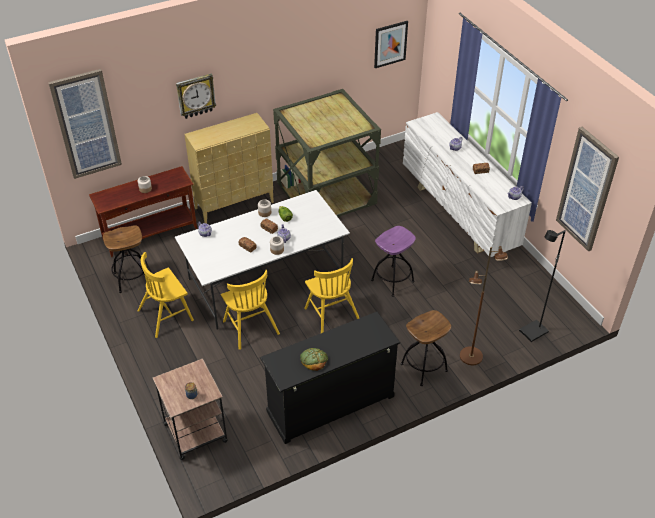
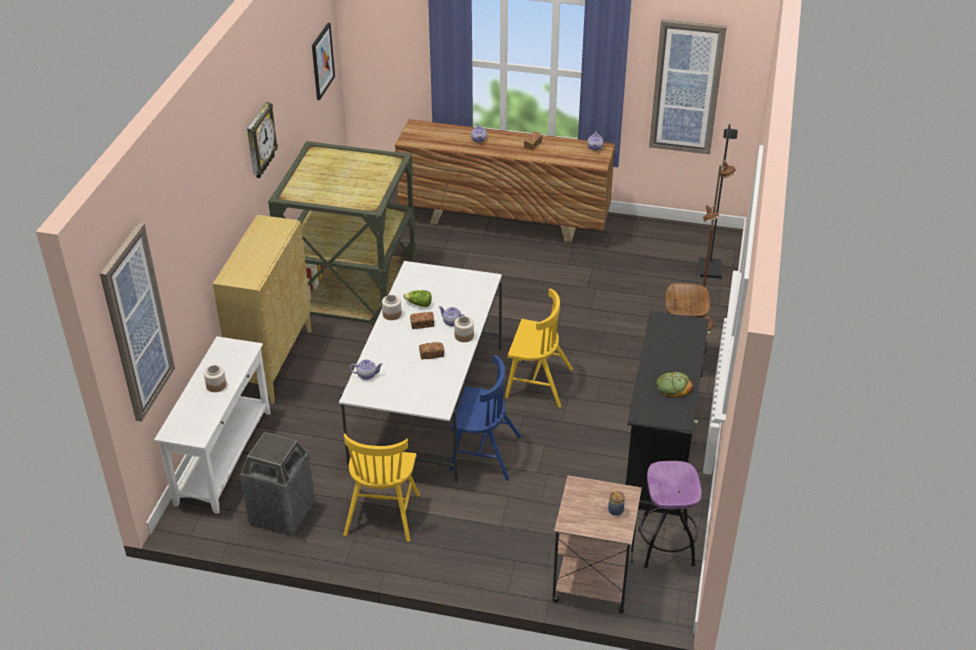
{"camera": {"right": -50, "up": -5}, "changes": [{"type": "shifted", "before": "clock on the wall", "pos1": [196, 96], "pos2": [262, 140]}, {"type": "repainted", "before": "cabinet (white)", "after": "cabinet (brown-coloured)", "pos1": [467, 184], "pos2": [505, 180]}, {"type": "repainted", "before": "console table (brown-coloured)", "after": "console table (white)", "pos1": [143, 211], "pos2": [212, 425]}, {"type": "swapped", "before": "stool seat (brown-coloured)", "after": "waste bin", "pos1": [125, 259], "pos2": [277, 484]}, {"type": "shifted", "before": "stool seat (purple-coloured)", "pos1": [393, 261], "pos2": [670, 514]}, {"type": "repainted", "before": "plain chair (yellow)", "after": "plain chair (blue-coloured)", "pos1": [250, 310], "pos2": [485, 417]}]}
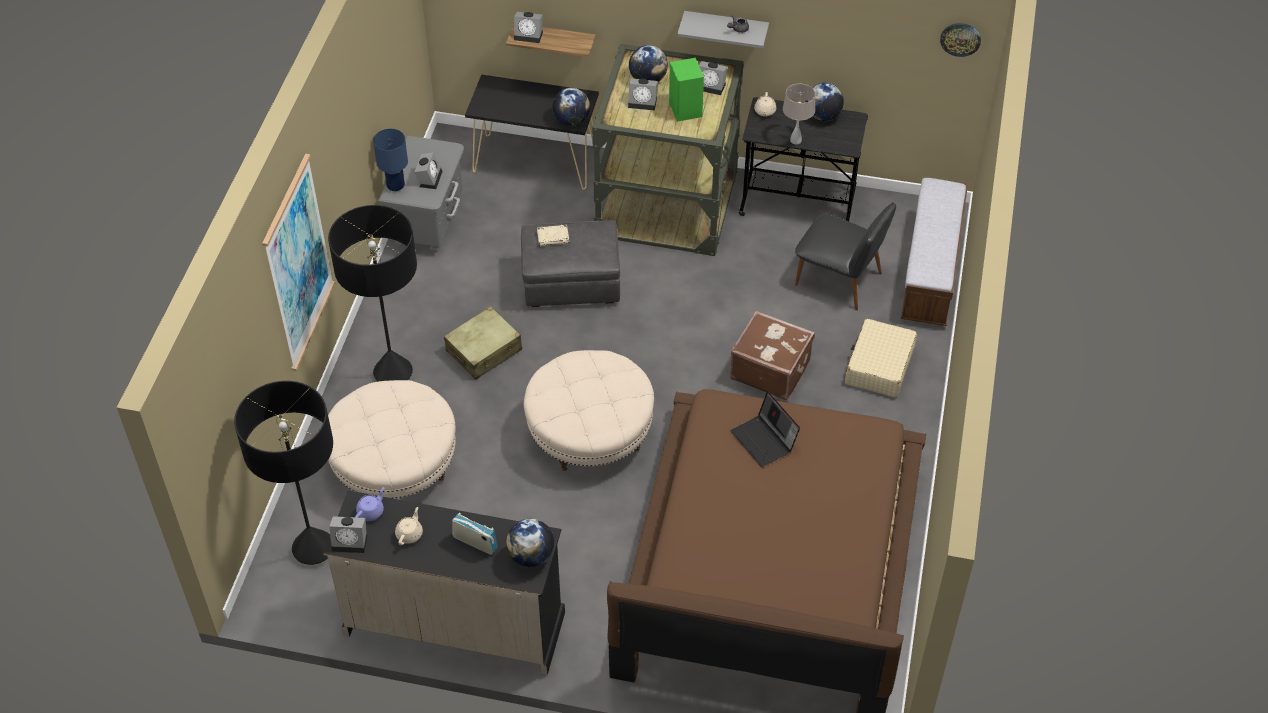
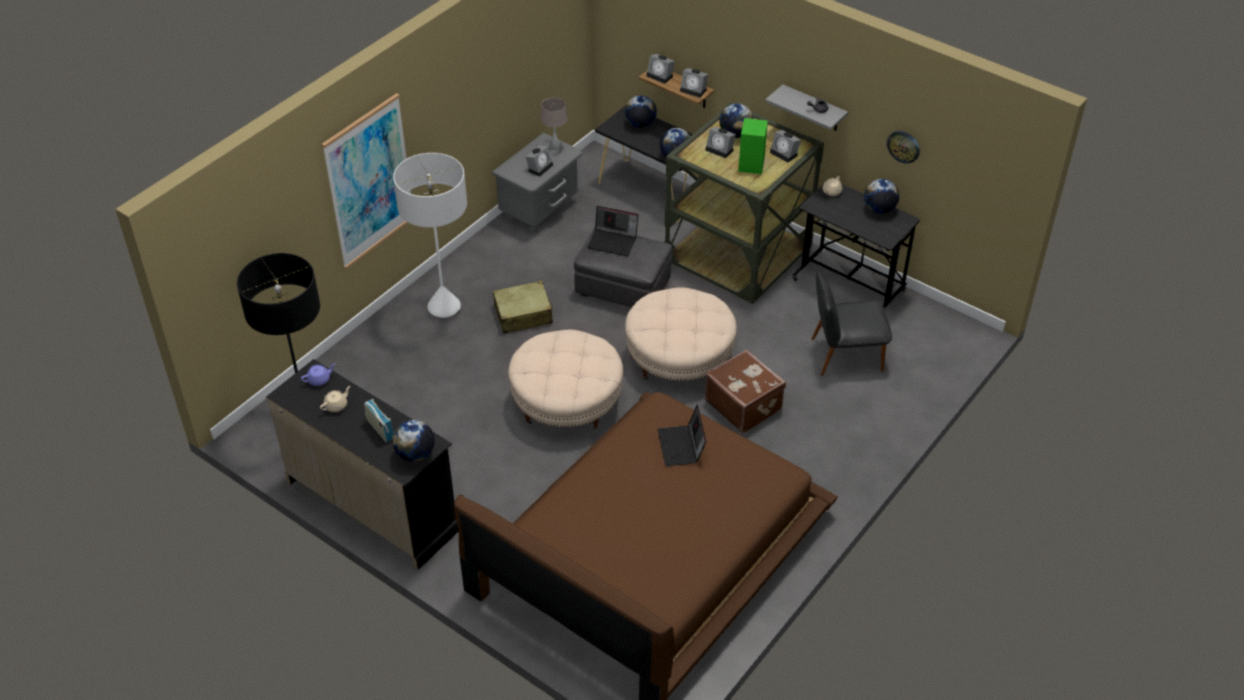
{"camera": {"right": 25, "up": -5}, "changes": [{"type": "shifted", "before": "clock on the wall", "pos1": [960, 40], "pos2": [903, 147]}, {"type": "shifted", "before": "lamp for a table (sand-coloured)", "pos1": [799, 114], "pos2": [554, 123]}, {"type": "gone", "before": "lamp for a table (blue-coloured)", "pos1": [390, 160]}, {"type": "gone", "before": "indoor bench", "pos1": [934, 251]}, {"type": "rotated", "before": "plain chair (black)", "pos1": [845, 256], "pos2": [852, 323], "turn": 120}, {"type": "repainted", "before": "standard lamp (black)", "after": "standard lamp (white)", "pos1": [372, 293], "pos2": [430, 235]}, {"type": "swapped", "before": "bound book (sand-coloured)", "after": "laptop", "pos1": [553, 235], "pos2": [612, 231]}, {"type": "gone", "before": "travel case (sand-coloured)", "pos1": [881, 358]}, {"type": "shifted", "before": "ottoman (sand-coloured)", "pos1": [392, 439], "pos2": [681, 333]}, {"type": "shifted", "before": "alarm clock", "pos1": [348, 534], "pos2": [694, 83]}, {"type": "new", "after": "globe", "pos2": [641, 112]}]}
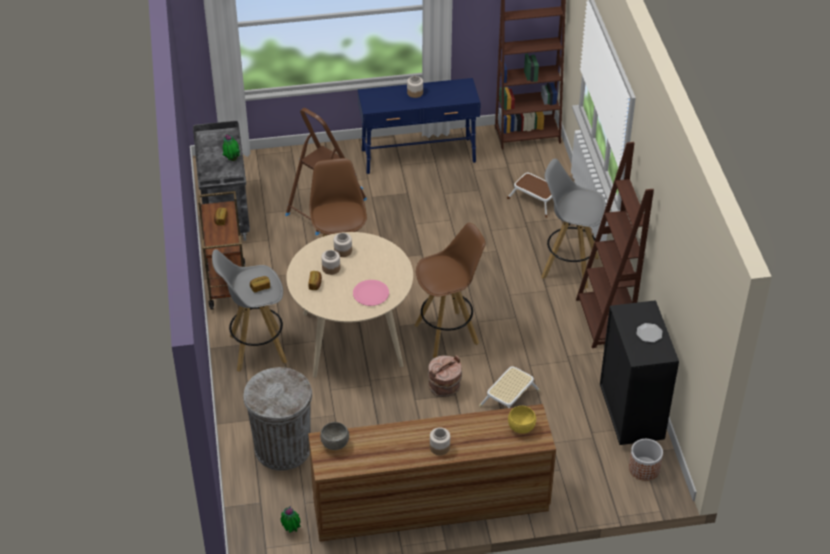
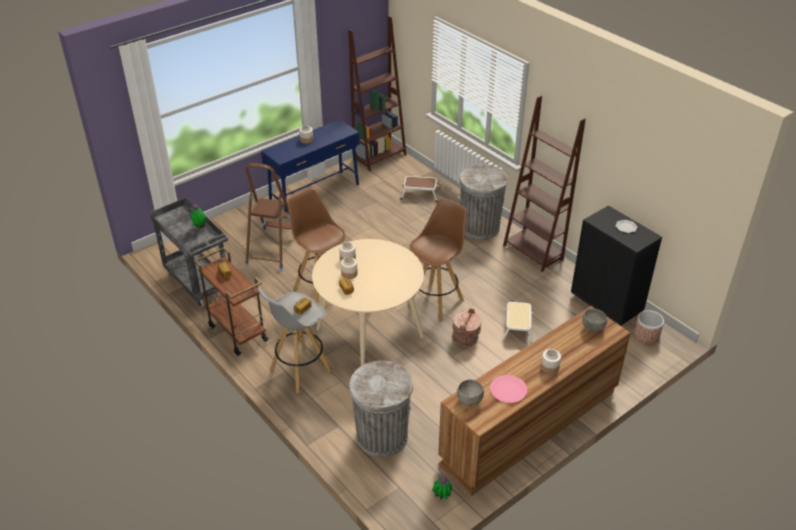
{"camera": {"right": -30, "up": -5}, "changes": [{"type": "swapped", "before": "stool seat (gray)", "after": "waste bin (gray)", "pos1": [573, 224], "pos2": [483, 201]}, {"type": "shifted", "before": "dinner plate (pink-coloured)", "pos1": [371, 293], "pos2": [508, 389]}, {"type": "repainted", "before": "serving bowl (yellow)", "after": "serving bowl (gray)", "pos1": [522, 420], "pos2": [594, 320]}]}
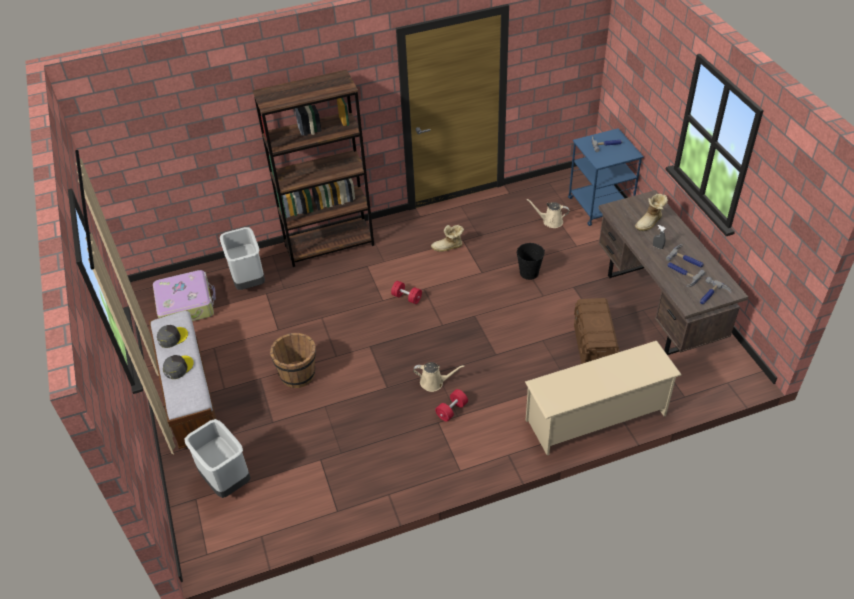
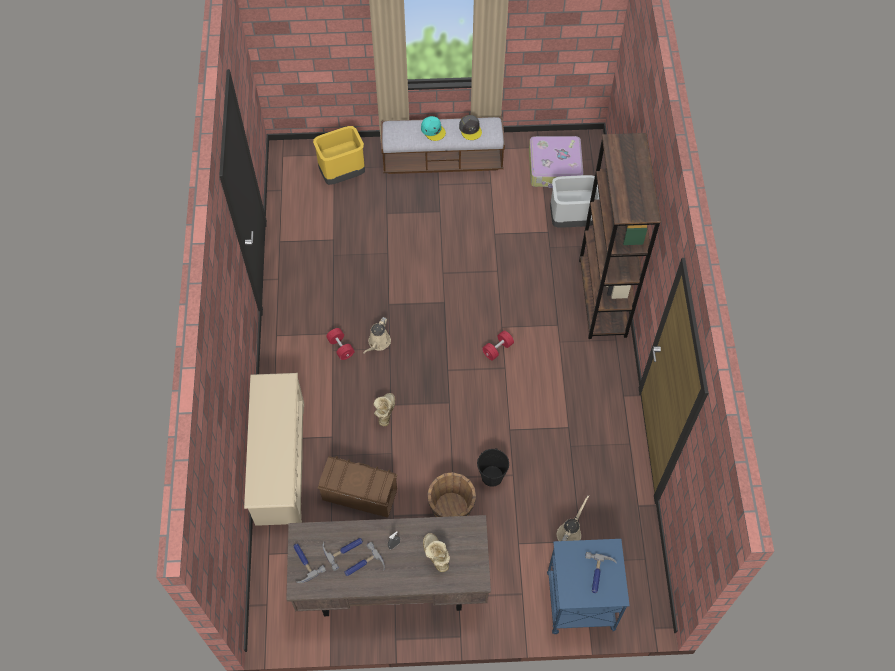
{"camera": {"right": 105, "up": 15}, "changes": [{"type": "shifted", "before": "high-top boot", "pos1": [447, 238], "pos2": [384, 409]}, {"type": "shifted", "before": "bucket (brown-coloured)", "pos1": [293, 360], "pos2": [452, 494]}, {"type": "repainted", "before": "baseball cap (gray)", "after": "baseball cap (blue-green)", "pos1": [178, 367], "pos2": [433, 128]}, {"type": "repainted", "before": "waste bin (gray)", "after": "waste bin (yellow)", "pos1": [218, 458], "pos2": [339, 155]}]}
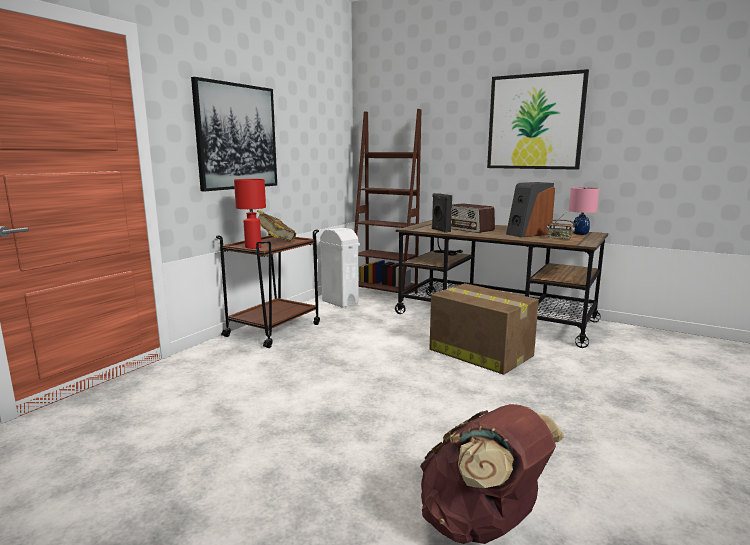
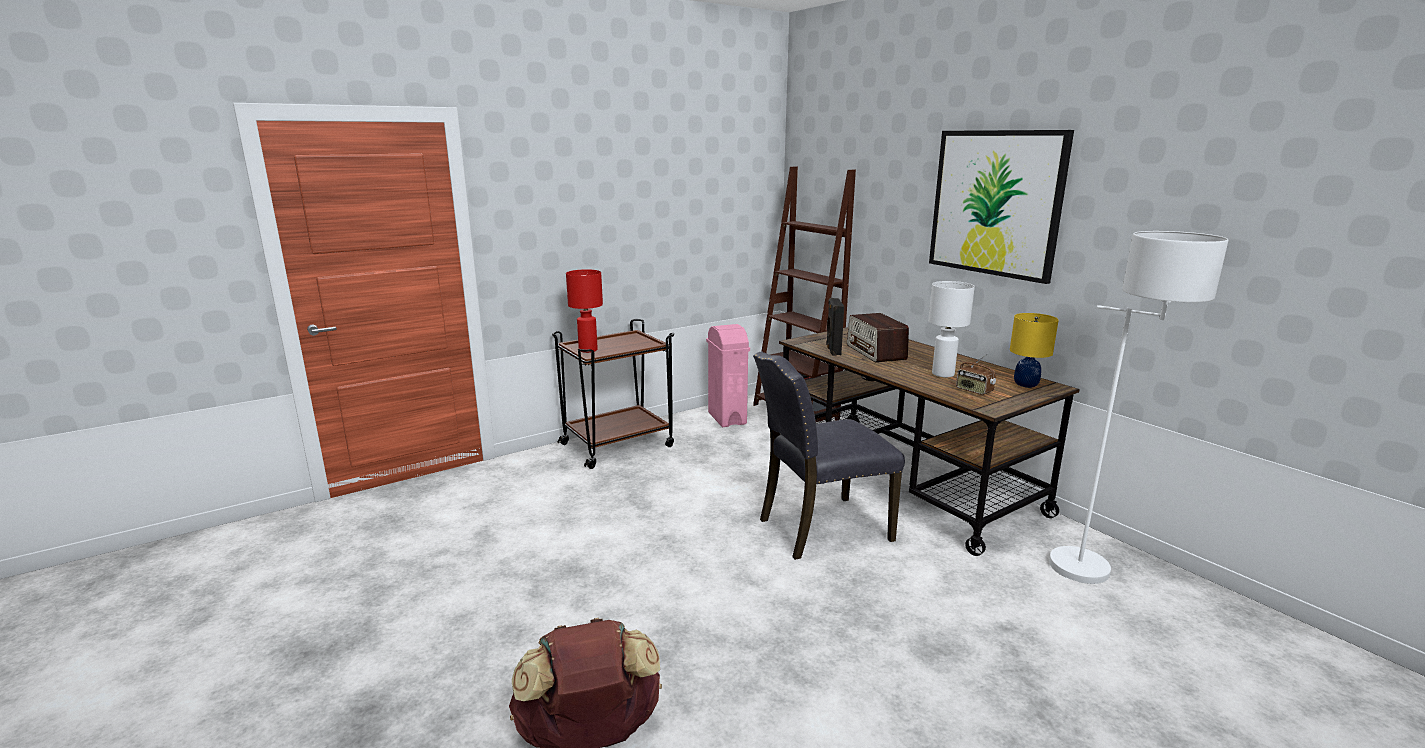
{"camera": {"right": 25, "up": 5}, "changes": [{"type": "gone", "before": "wall picture", "pos1": [234, 134]}, {"type": "swapped", "before": "speaker", "after": "lamp for a table (white)", "pos1": [530, 210], "pos2": [951, 329]}, {"type": "repainted", "before": "lamp for a table (pink-coloured)", "after": "lamp for a table (yellow)", "pos1": [584, 211], "pos2": [1034, 350]}, {"type": "gone", "before": "bound book", "pos1": [276, 226]}, {"type": "repainted", "before": "waste bin (white)", "after": "waste bin (pink-coloured)", "pos1": [339, 268], "pos2": [728, 375]}, {"type": "swapped", "before": "carton", "after": "plain chair (gray)", "pos1": [484, 329], "pos2": [829, 455]}, {"type": "new", "after": "standard lamp (white)", "pos2": [1138, 407]}]}
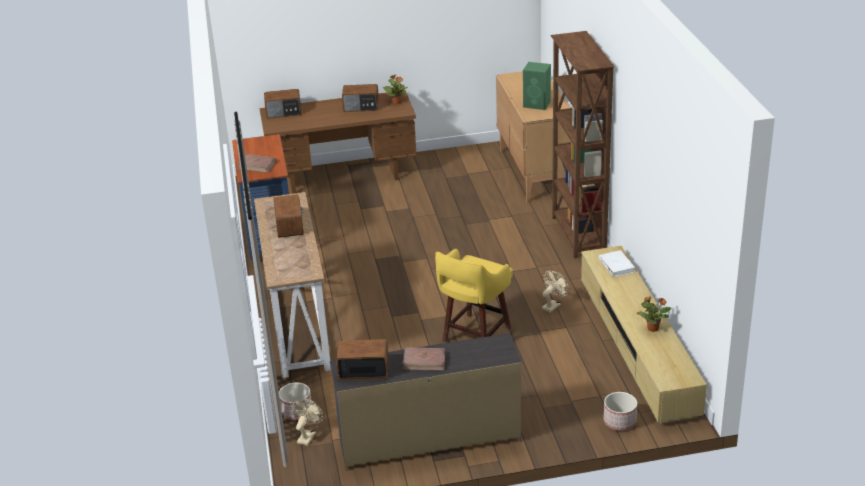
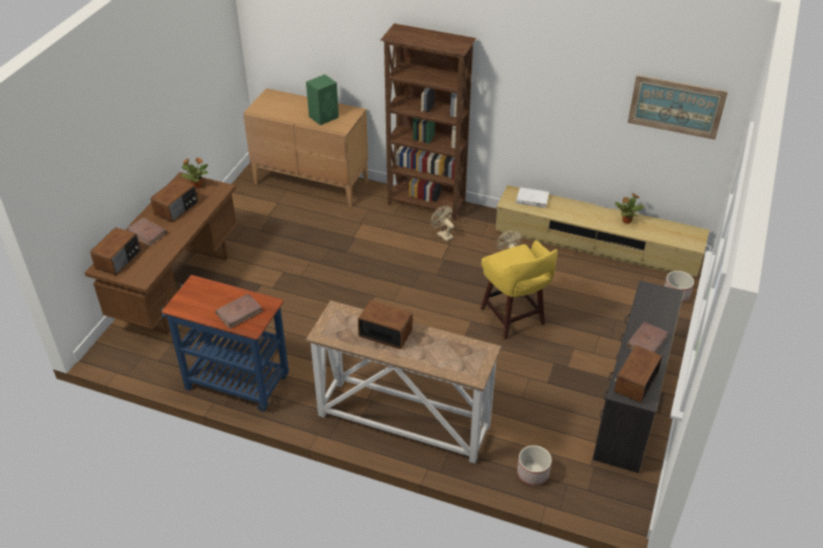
{"camera": {"right": -60, "up": 10}, "changes": [{"type": "shifted", "before": "electric fan (sand-coloured)", "pos1": [307, 422], "pos2": [442, 224]}, {"type": "new", "after": "wall picture", "pos2": [678, 107]}, {"type": "new", "after": "bound book (brown-coloured)", "pos2": [146, 232]}]}
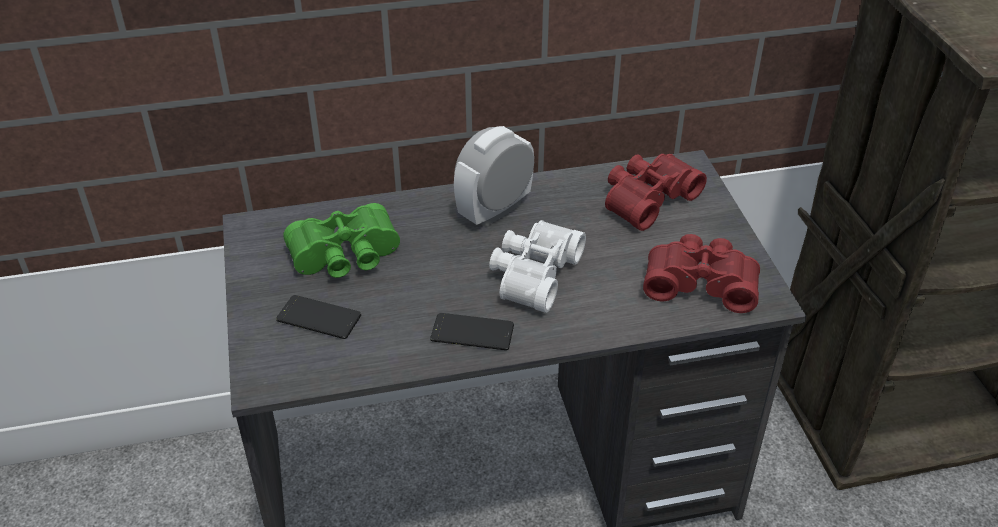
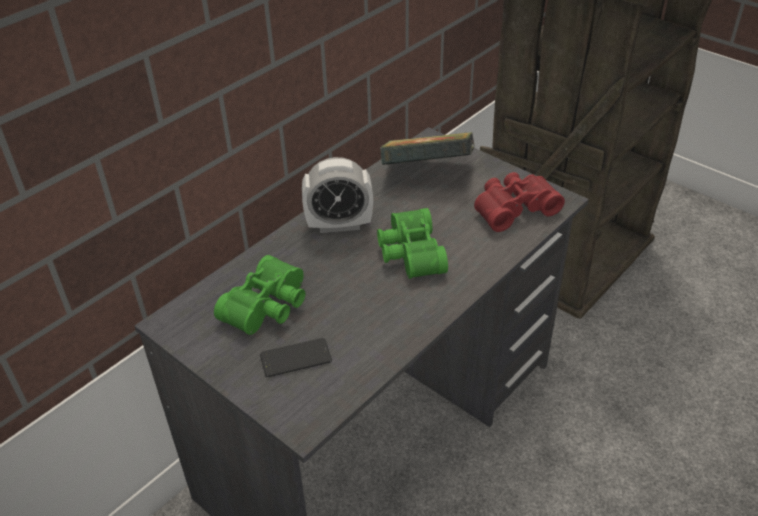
{"camera": {"right": -35, "up": 0}, "changes": [{"type": "rotated", "before": "alarm clock", "pos1": [494, 176], "pos2": [337, 195], "turn": -105}, {"type": "swapped", "before": "pair of binoculars (reddish)", "after": "bound book", "pos1": [656, 192], "pos2": [427, 148]}, {"type": "repainted", "before": "pair of binoculars (white)", "after": "pair of binoculars (green-coloured)", "pos1": [537, 266], "pos2": [412, 243]}, {"type": "gone", "before": "telephone", "pos1": [472, 331]}]}
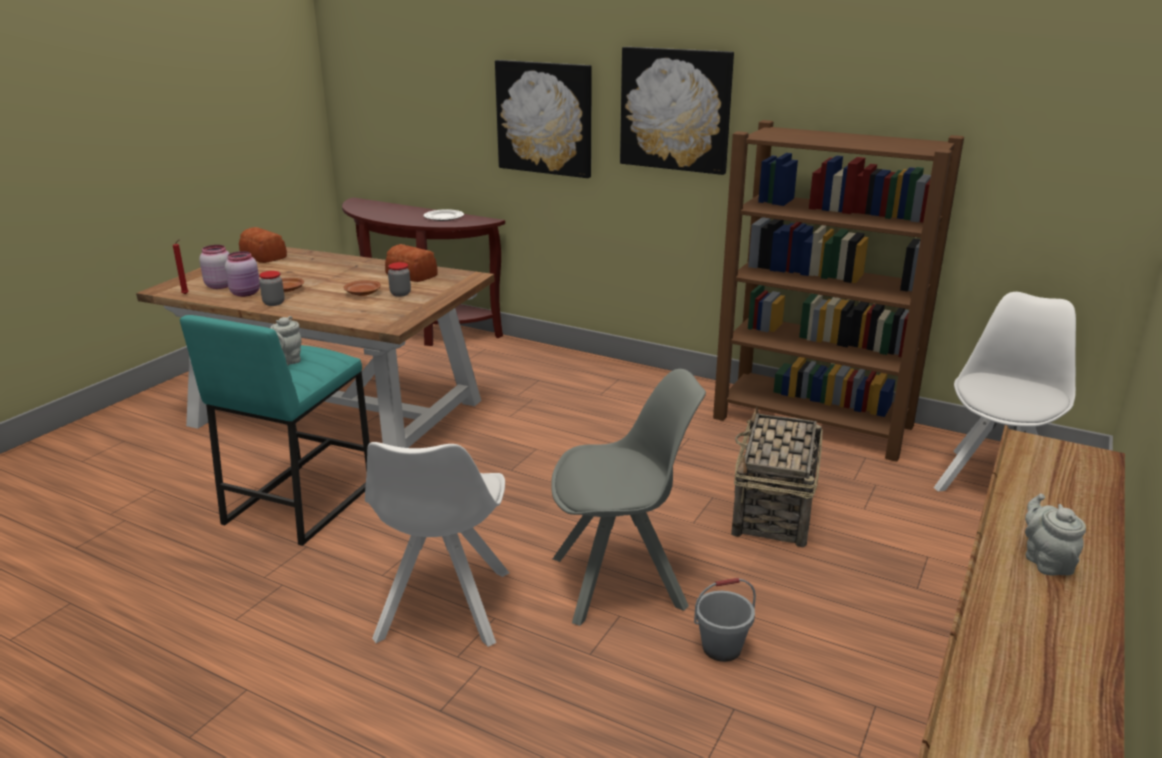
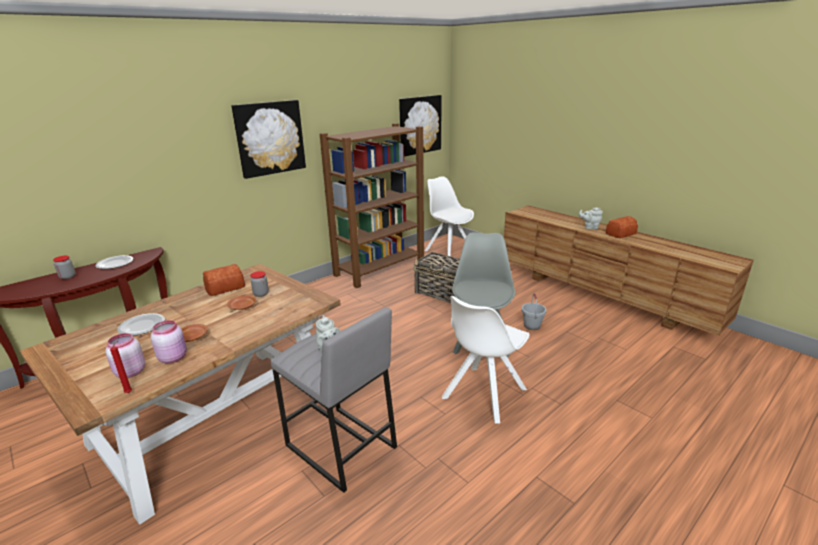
{"camera": {"right": -70, "up": 0}, "changes": [{"type": "shifted", "before": "wall picture", "pos1": [543, 119], "pos2": [420, 126]}, {"type": "shifted", "before": "baked bread", "pos1": [263, 245], "pos2": [622, 227]}, {"type": "shifted", "before": "storage jar", "pos1": [272, 288], "pos2": [64, 267]}, {"type": "repainted", "before": "stool seat (blue-green)", "after": "stool seat (gray)", "pos1": [275, 430], "pos2": [334, 400]}, {"type": "rotated", "before": "plain chair (white)", "pos1": [437, 544], "pos2": [485, 360], "turn": 105}, {"type": "new", "after": "dinner plate", "pos2": [141, 324]}]}
